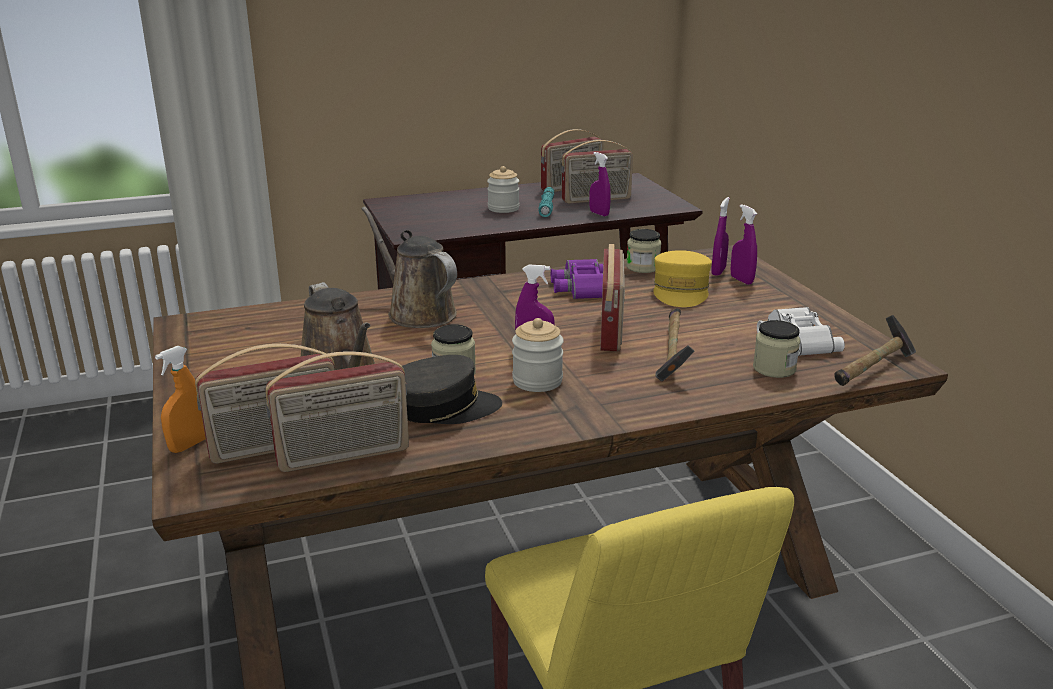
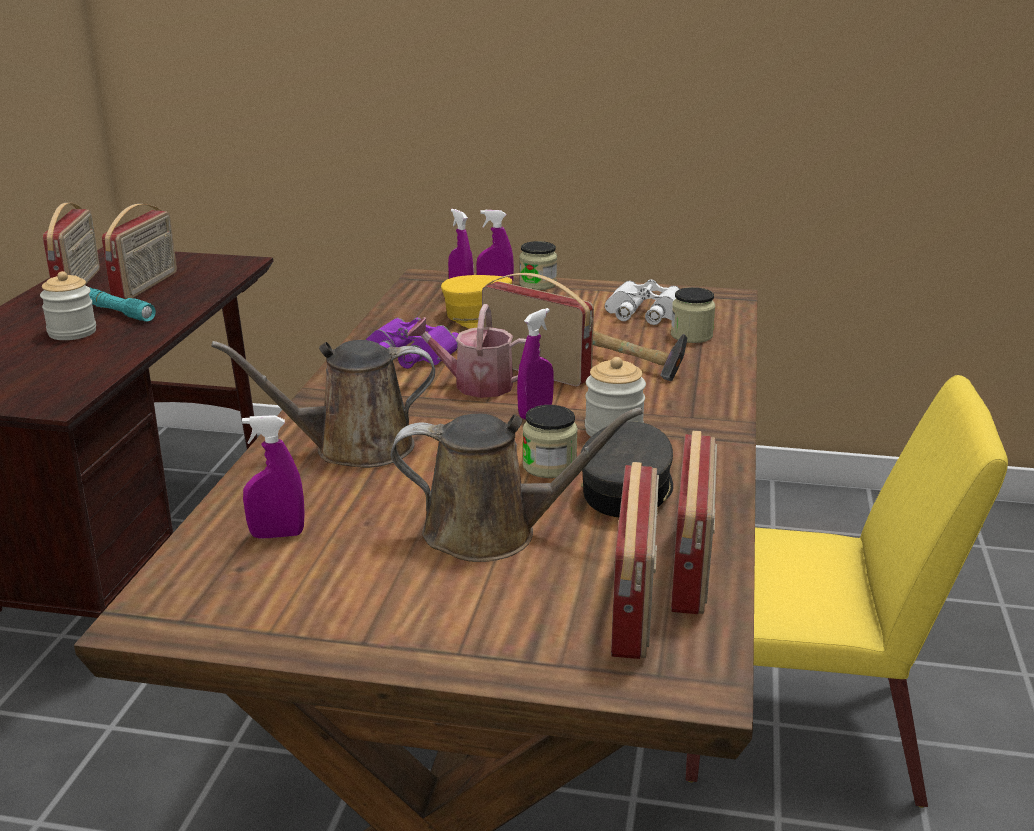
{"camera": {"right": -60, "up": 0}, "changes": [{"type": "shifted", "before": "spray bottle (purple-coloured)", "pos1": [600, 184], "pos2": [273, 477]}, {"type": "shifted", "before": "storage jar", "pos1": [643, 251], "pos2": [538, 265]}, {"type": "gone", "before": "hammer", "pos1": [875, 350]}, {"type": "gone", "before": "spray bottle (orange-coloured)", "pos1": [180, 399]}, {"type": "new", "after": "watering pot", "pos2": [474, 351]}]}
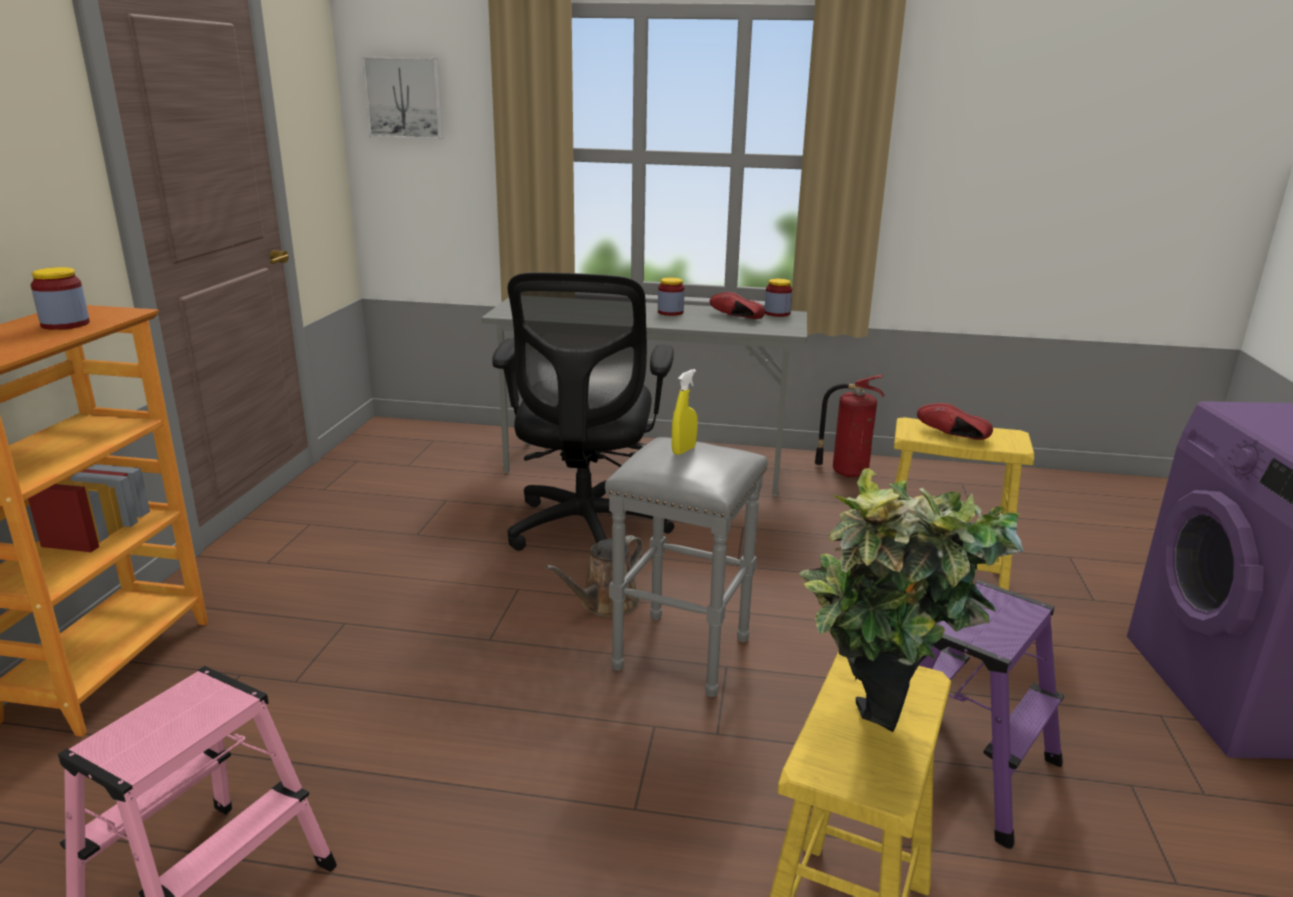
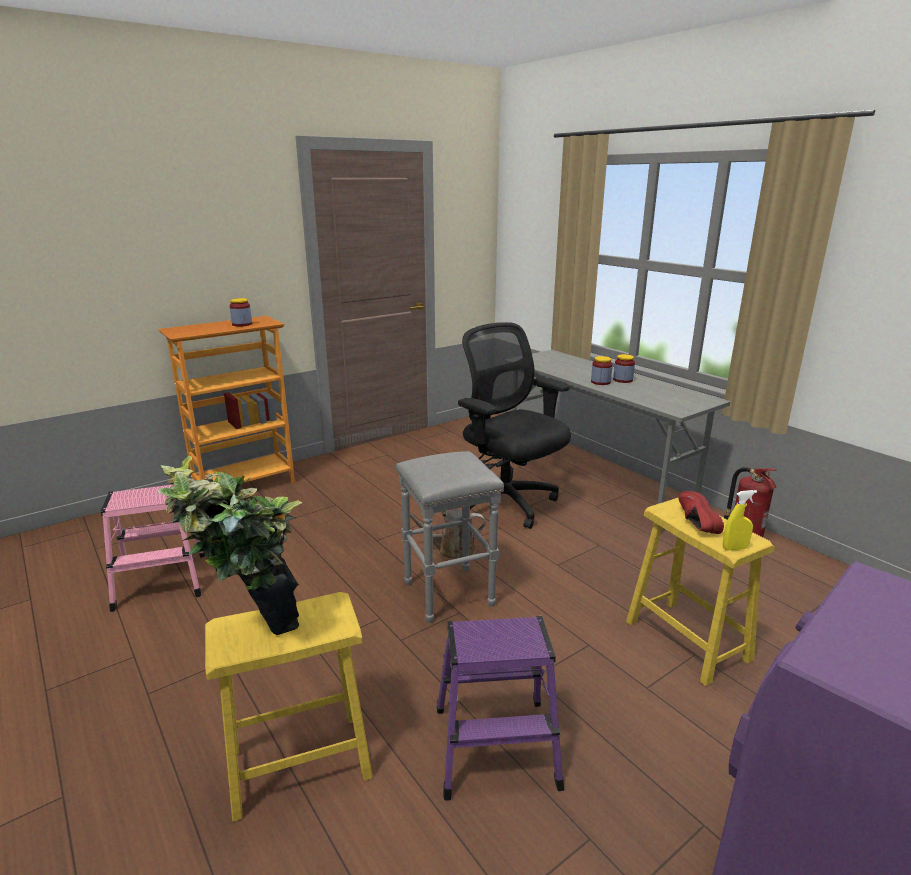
{"camera": {"right": 45, "up": 0}, "changes": [{"type": "gone", "before": "wall picture", "pos1": [402, 98]}, {"type": "rotated", "before": "office chair (black)", "pos1": [583, 411], "pos2": [514, 425], "turn": 90}, {"type": "shifted", "before": "storage jar", "pos1": [778, 298], "pos2": [602, 370]}, {"type": "gone", "before": "shoe (reddish)", "pos1": [737, 305]}, {"type": "shifted", "before": "spray bottle (yellow)", "pos1": [685, 412], "pos2": [740, 520]}]}
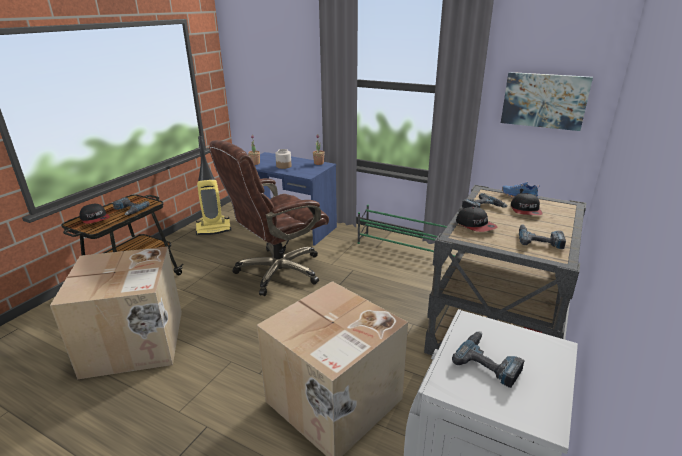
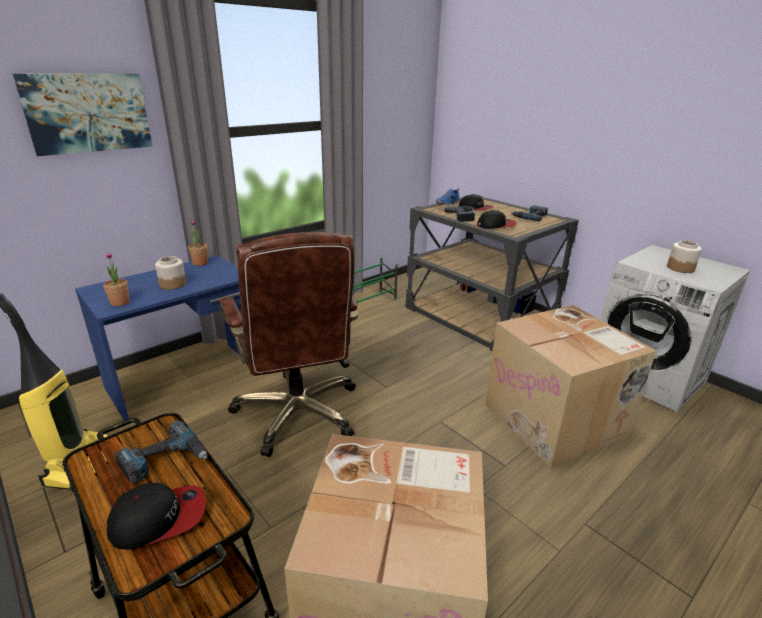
{"camera": {"right": -70, "up": 0}, "changes": [{"type": "shifted", "before": "wall picture", "pos1": [547, 101], "pos2": [82, 115]}, {"type": "swapped", "before": "power drill", "after": "storage jar", "pos1": [488, 359], "pos2": [684, 256]}]}
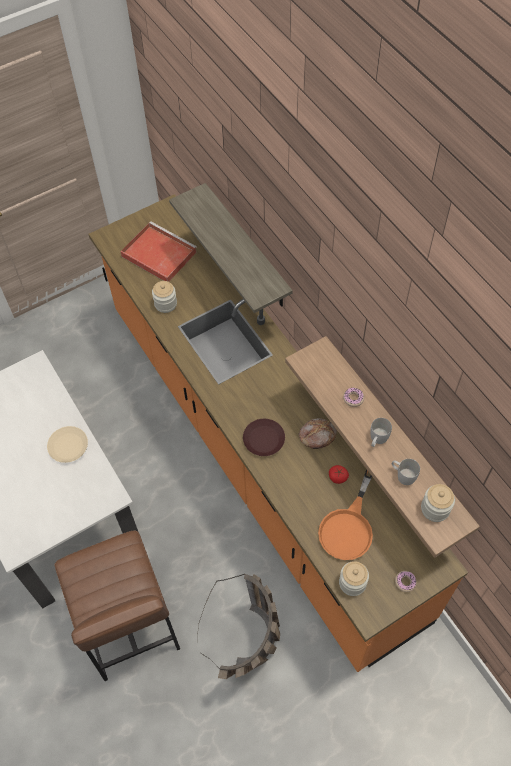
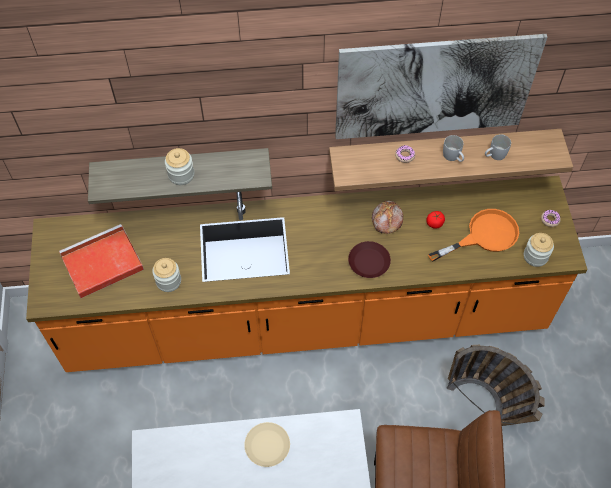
{"camera": {"right": -65, "up": 0}, "changes": [{"type": "rotated", "before": "frying pan (orange-coloured)", "pos1": [345, 514], "pos2": [473, 235], "turn": -75}, {"type": "shifted", "before": "storage jar", "pos1": [438, 503], "pos2": [179, 166]}, {"type": "new", "after": "wall picture", "pos2": [441, 86]}]}
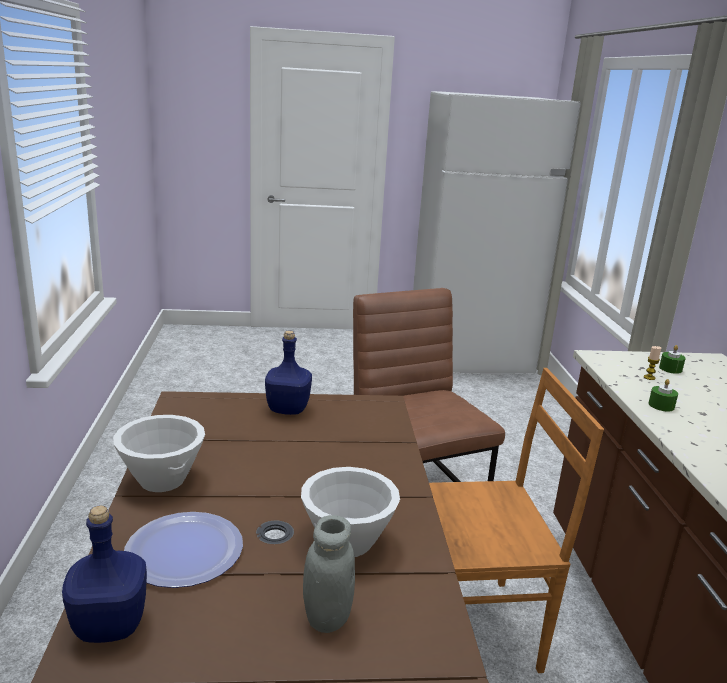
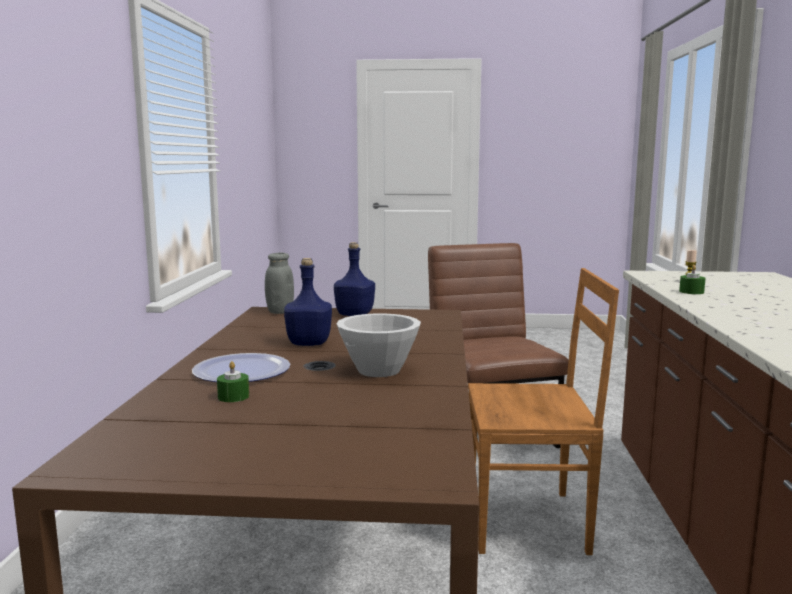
{"camera": {"right": 10, "up": -10}, "changes": [{"type": "gone", "before": "fridge (white)", "pos1": [497, 232]}, {"type": "shifted", "before": "candle (green-coloured)", "pos1": [672, 359], "pos2": [233, 381]}, {"type": "gone", "before": "serving bowl (white)", "pos1": [159, 453]}, {"type": "shifted", "before": "beverage bottle (blue-coloured)", "pos1": [104, 574], "pos2": [308, 302]}, {"type": "shifted", "before": "storage jar (gray)", "pos1": [329, 574], "pos2": [279, 283]}]}
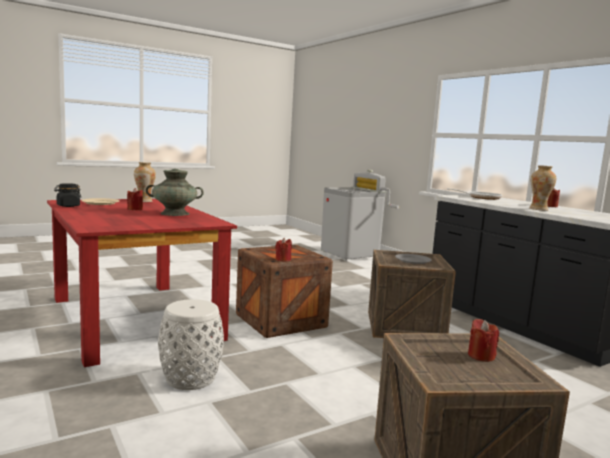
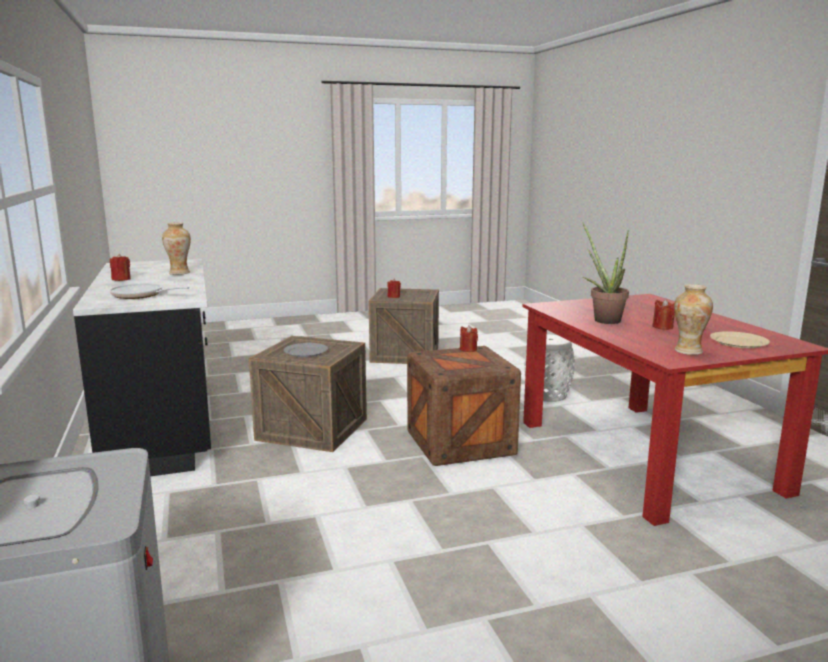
{"camera": {"right": -165, "up": 5}, "changes": [{"type": "swapped", "before": "vase (blue-green)", "after": "potted plant", "pos1": [175, 192], "pos2": [605, 273]}, {"type": "gone", "before": "storage jar (black)", "pos1": [67, 195]}]}
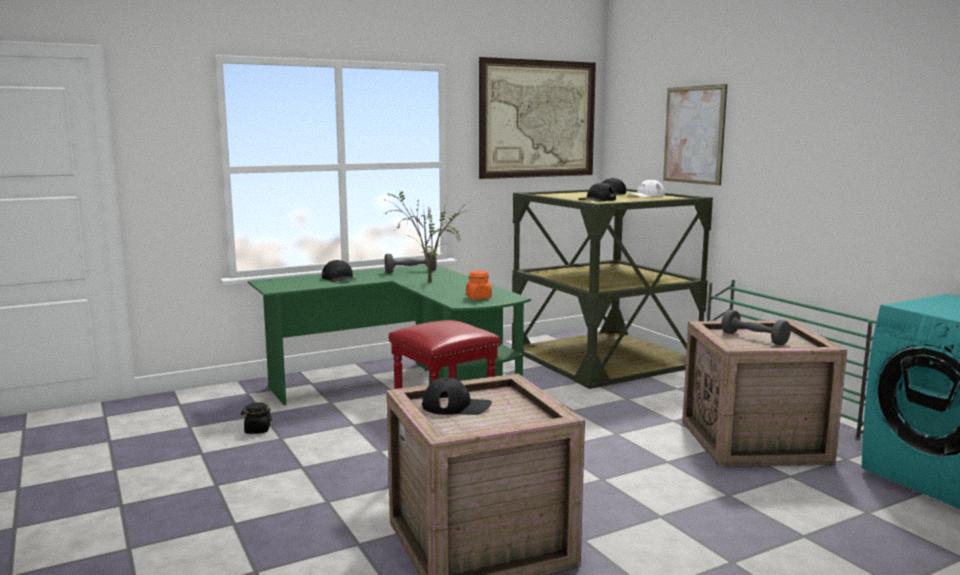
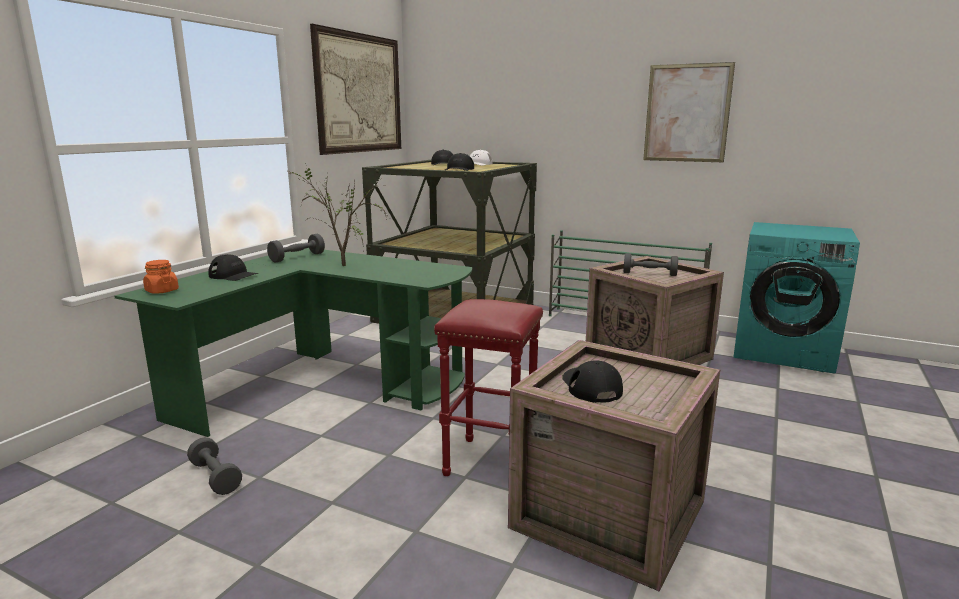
{"camera": {"right": -35, "up": 5}, "changes": [{"type": "shifted", "before": "wall picture", "pos1": [695, 134], "pos2": [689, 112]}, {"type": "shifted", "before": "storage jar (orange-coloured)", "pos1": [479, 285], "pos2": [161, 277]}, {"type": "rotated", "before": "baseball cap (black)", "pos1": [457, 396], "pos2": [592, 381], "turn": -75}, {"type": "swapped", "before": "storage jar (black)", "after": "hand weight (gray)", "pos1": [256, 418], "pos2": [214, 466]}]}
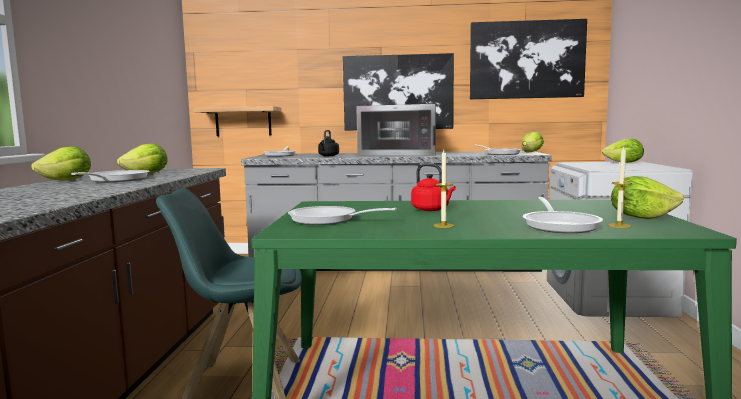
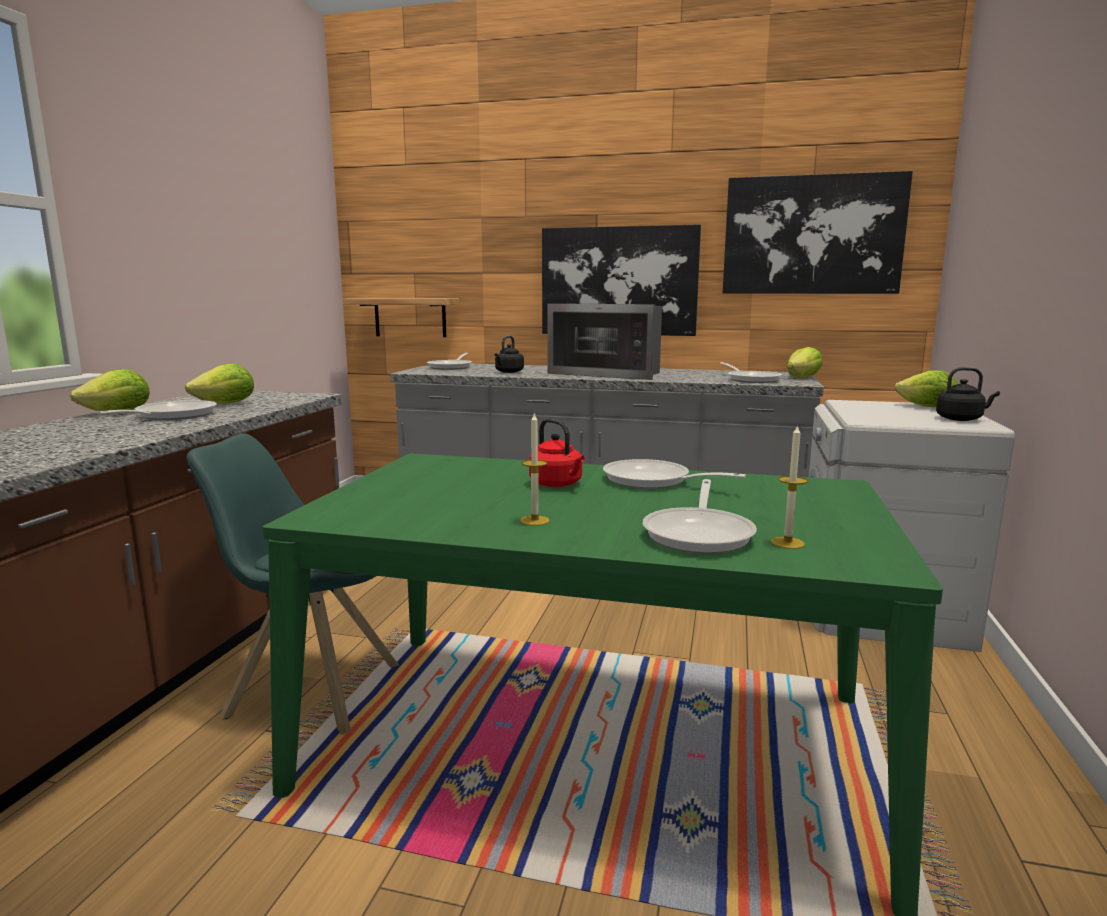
{"camera": {"right": 10, "up": 5}, "changes": [{"type": "gone", "before": "lettuce", "pos1": [647, 197]}, {"type": "shifted", "before": "frying pan", "pos1": [342, 215], "pos2": [674, 474]}, {"type": "new", "after": "kettle (black)", "pos2": [968, 394]}]}
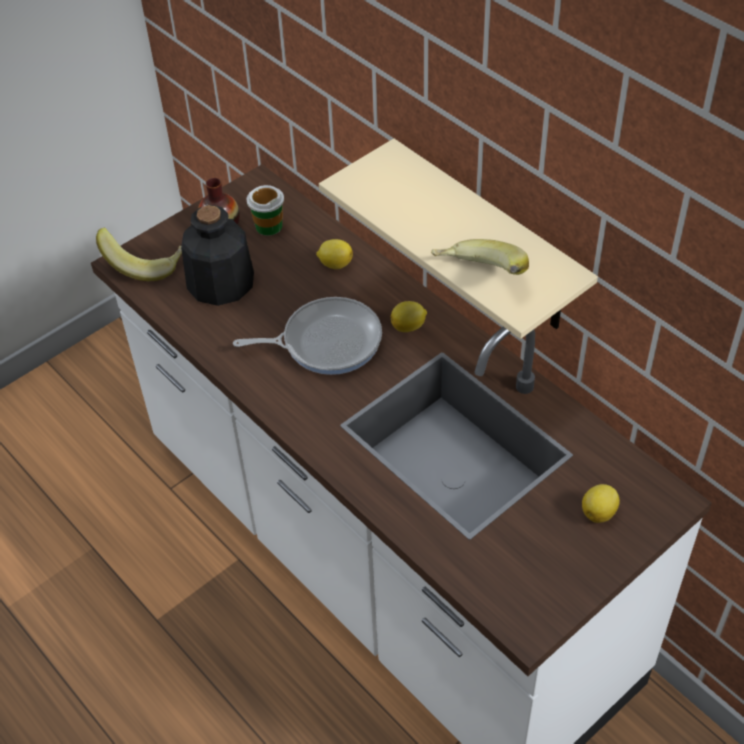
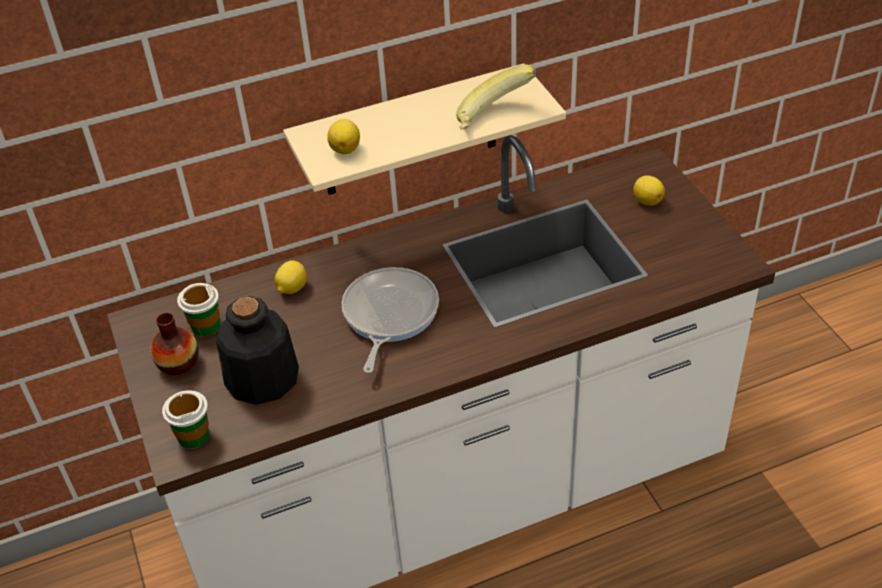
{"camera": {"right": -70, "up": -5}, "changes": [{"type": "swapped", "before": "banana fruit", "after": "small cup", "pos1": [139, 254], "pos2": [186, 419]}, {"type": "shifted", "before": "whole lemon", "pos1": [409, 316], "pos2": [343, 136]}]}
